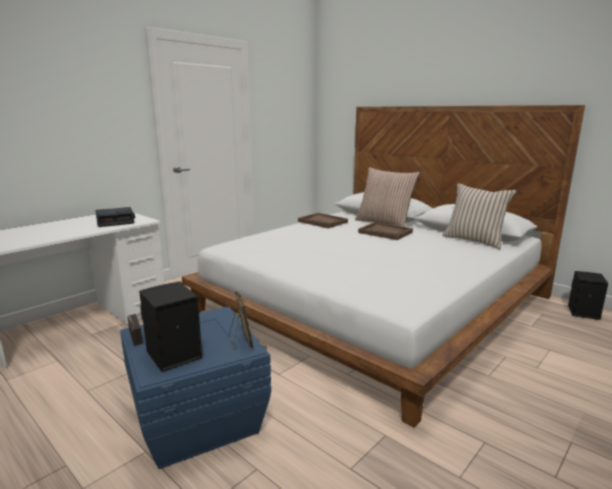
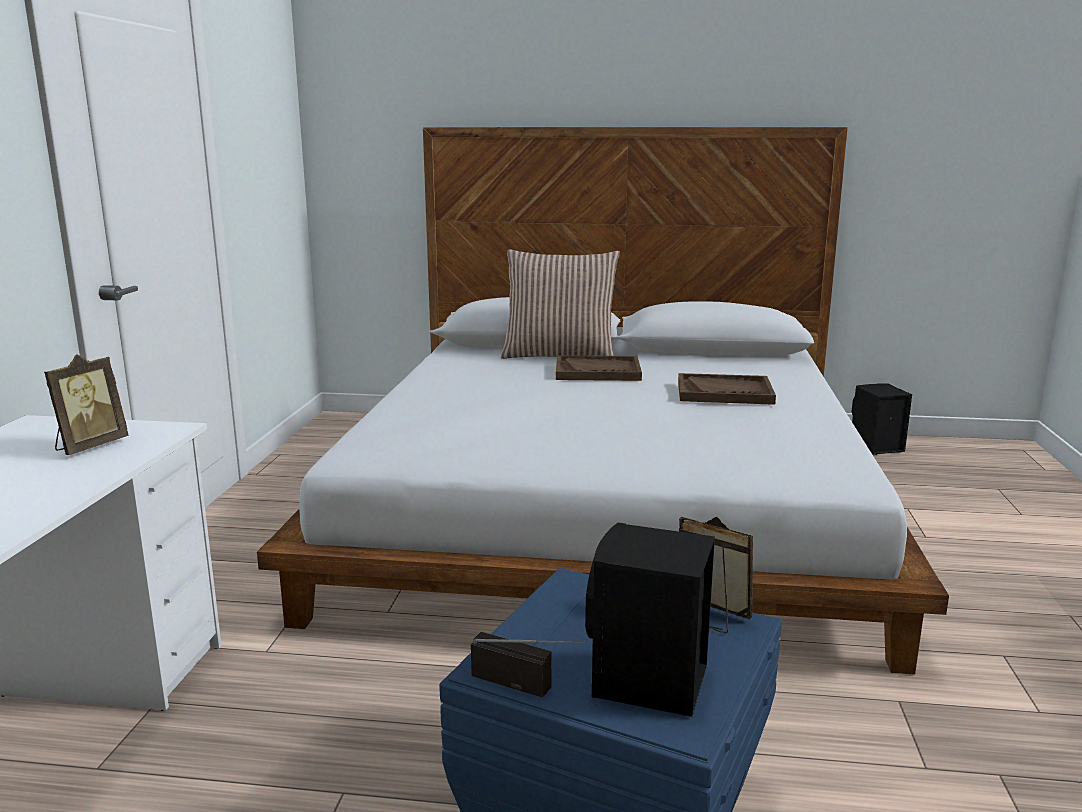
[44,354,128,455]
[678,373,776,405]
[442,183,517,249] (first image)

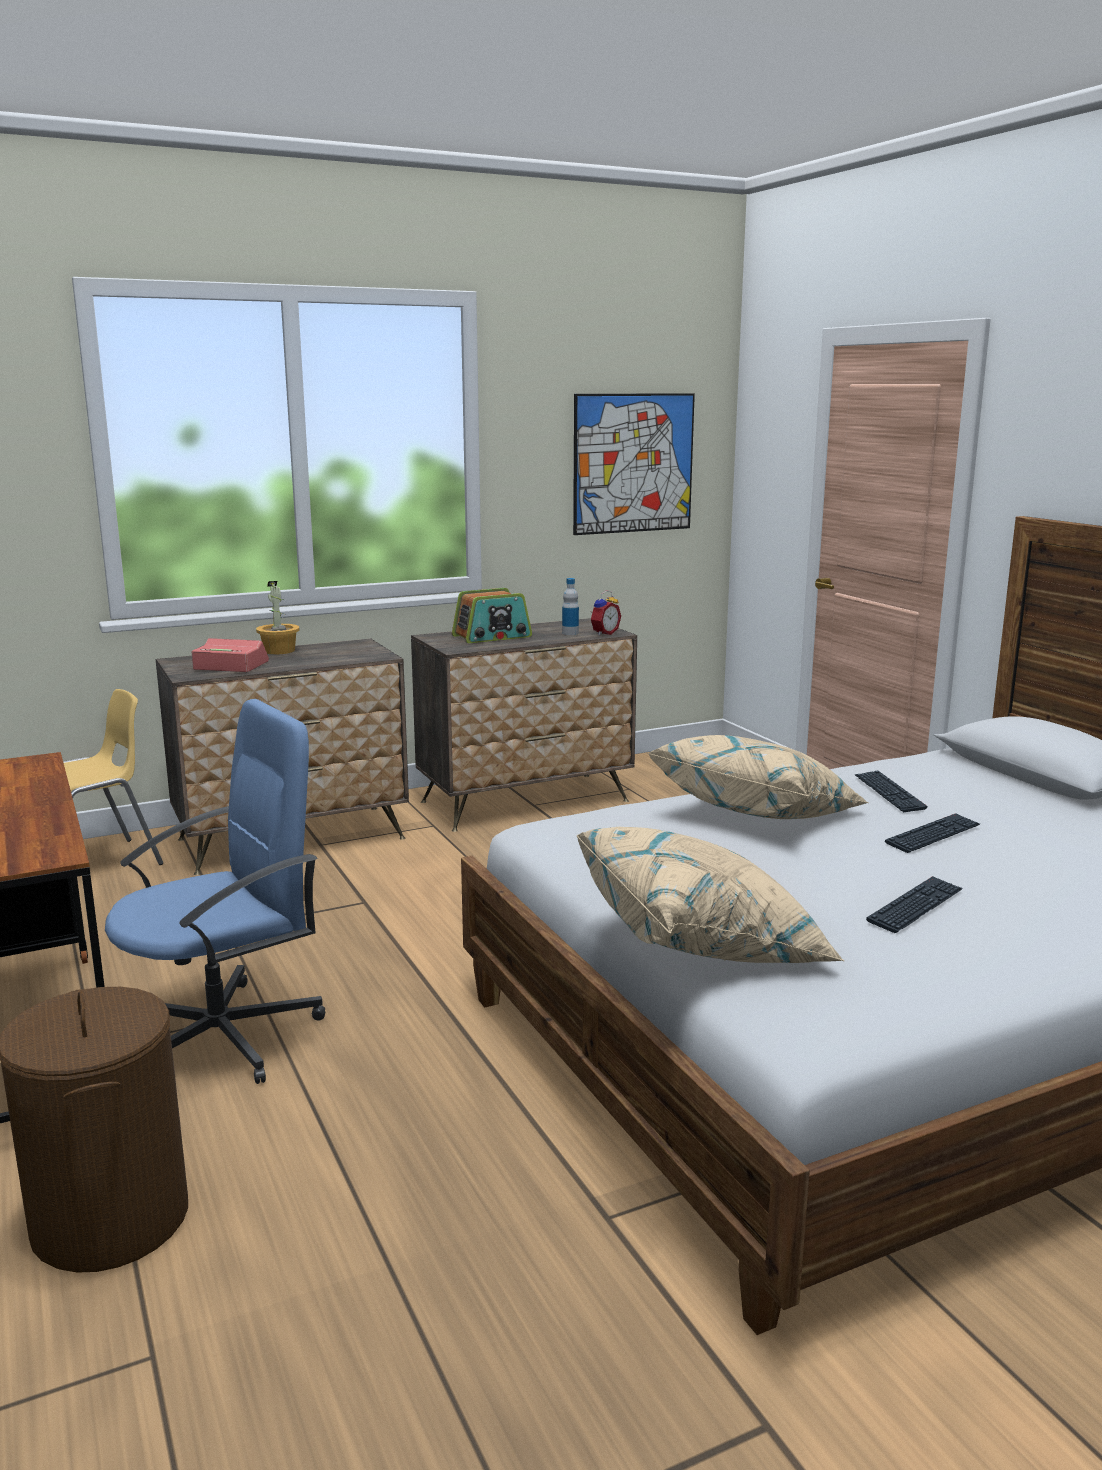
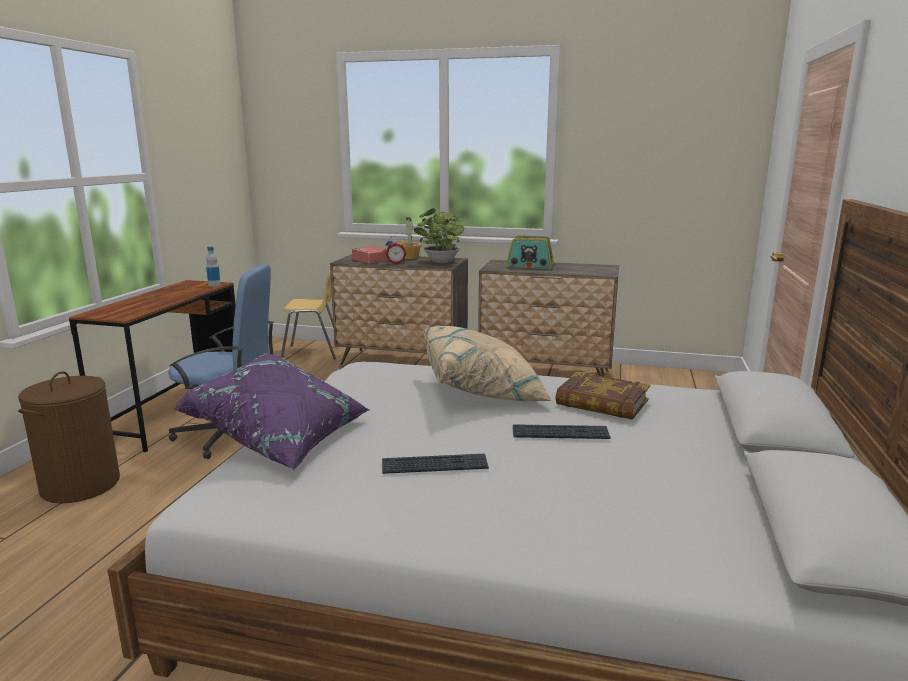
[174,353,369,470]
[206,246,221,287]
[385,236,406,264]
[414,208,464,263]
[555,372,650,420]
[573,393,695,535] (first image)

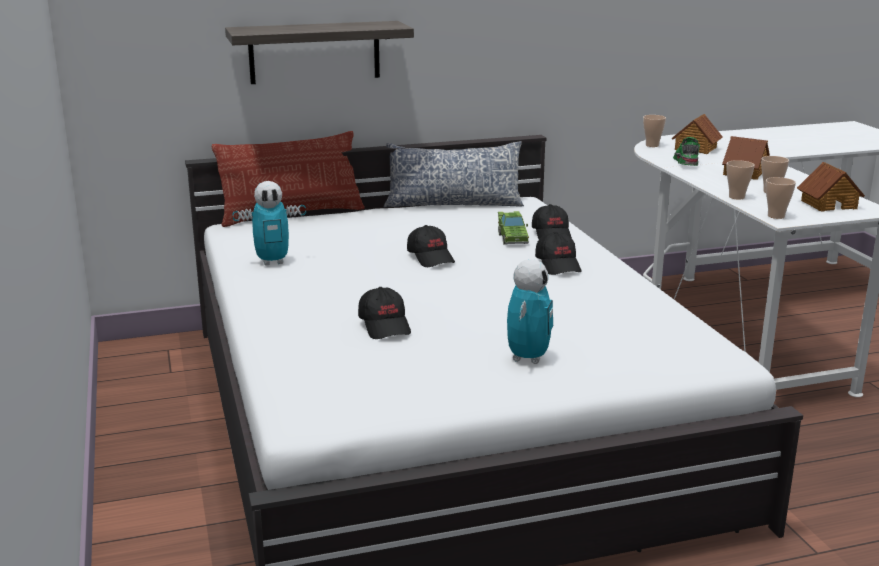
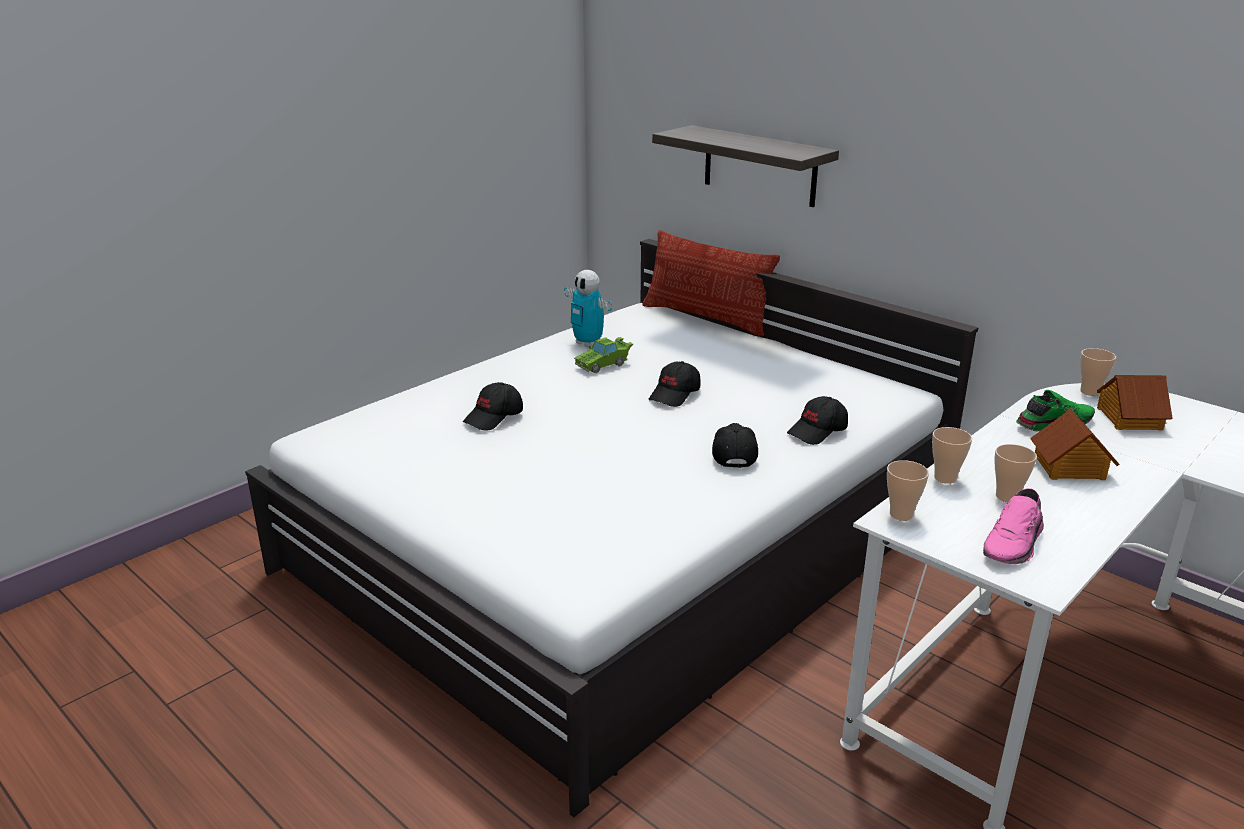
[574,337,633,373]
[712,423,758,468]
[983,488,1044,564]
[384,141,524,208] (first image)
[507,259,553,364] (first image)

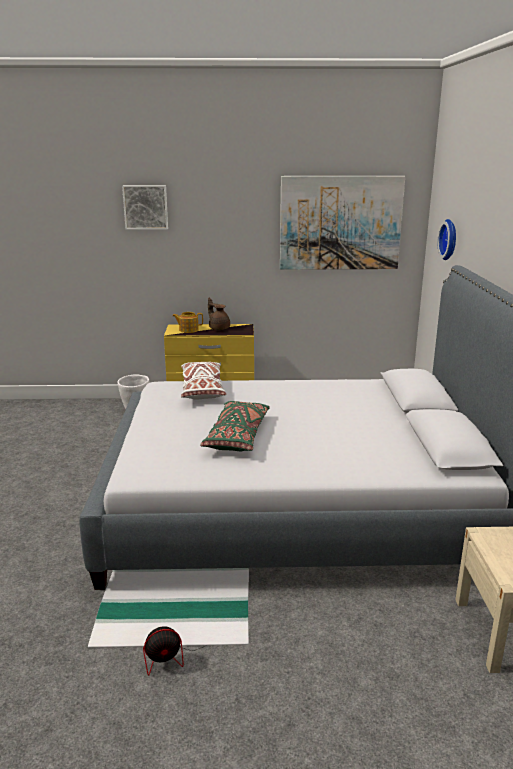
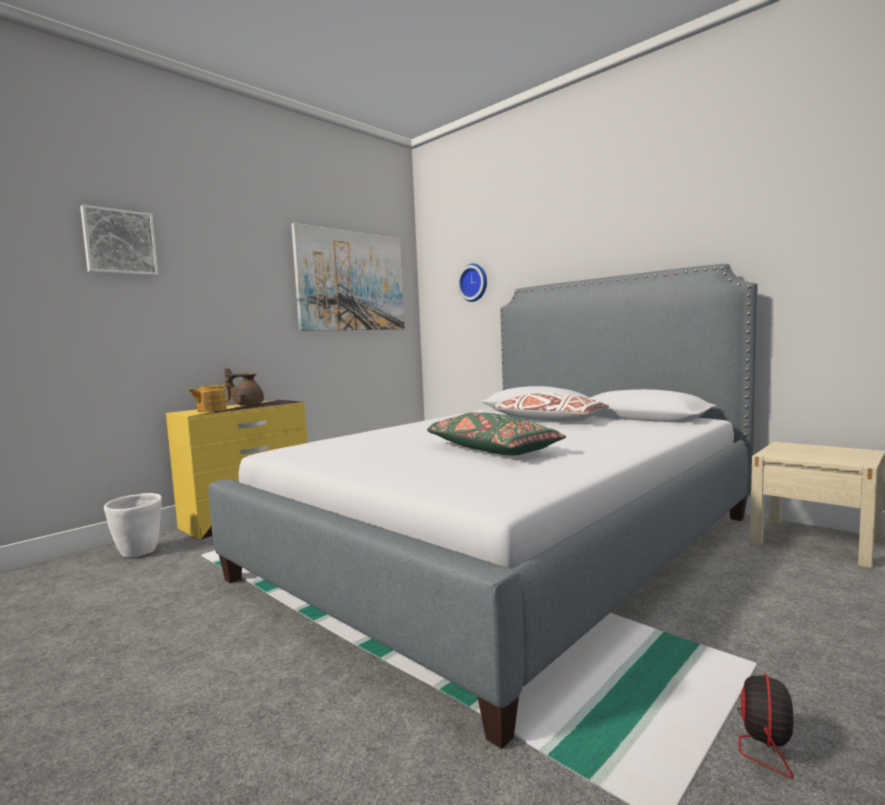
[493,393,609,422]

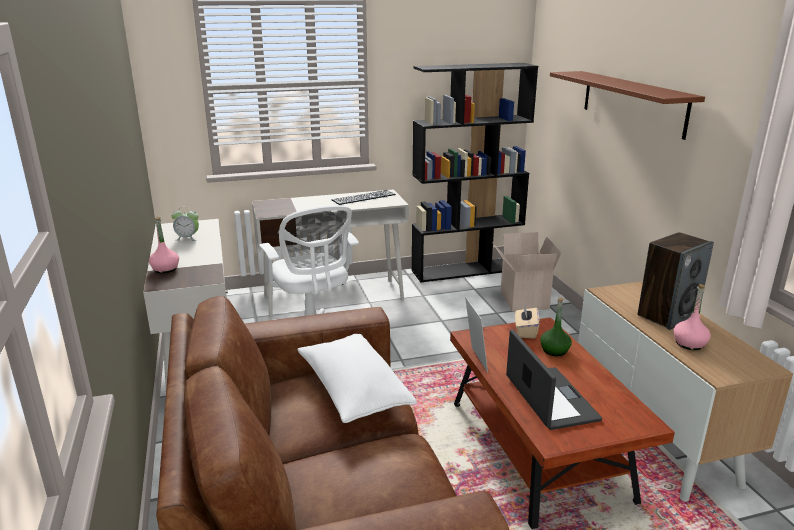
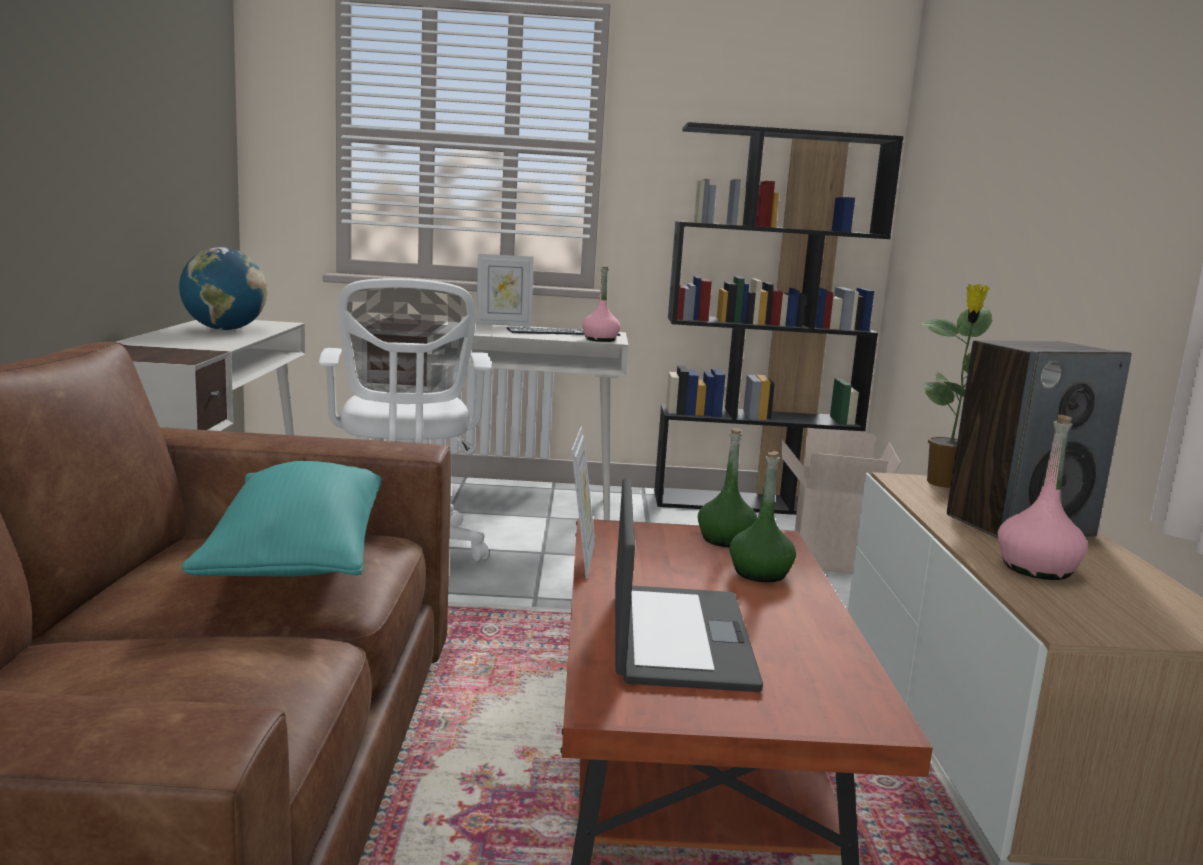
[179,247,268,330]
[181,461,382,577]
[476,254,534,326]
[582,266,620,342]
[698,428,757,547]
[918,284,992,488]
[550,71,705,140] (first image)

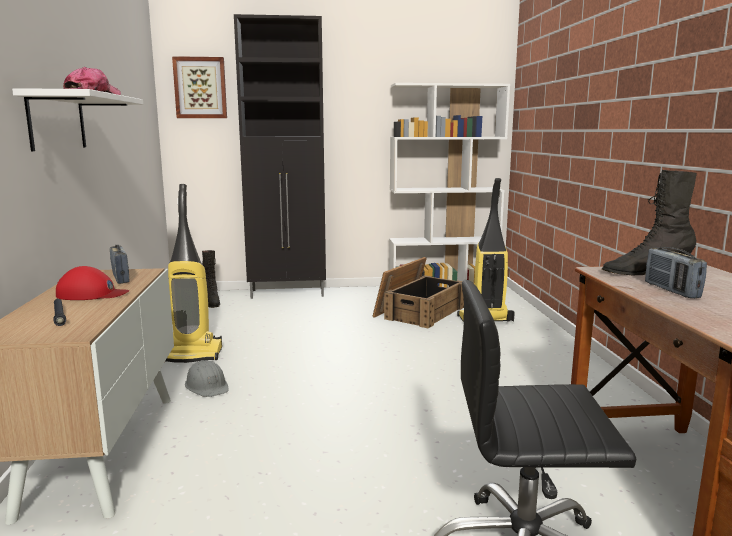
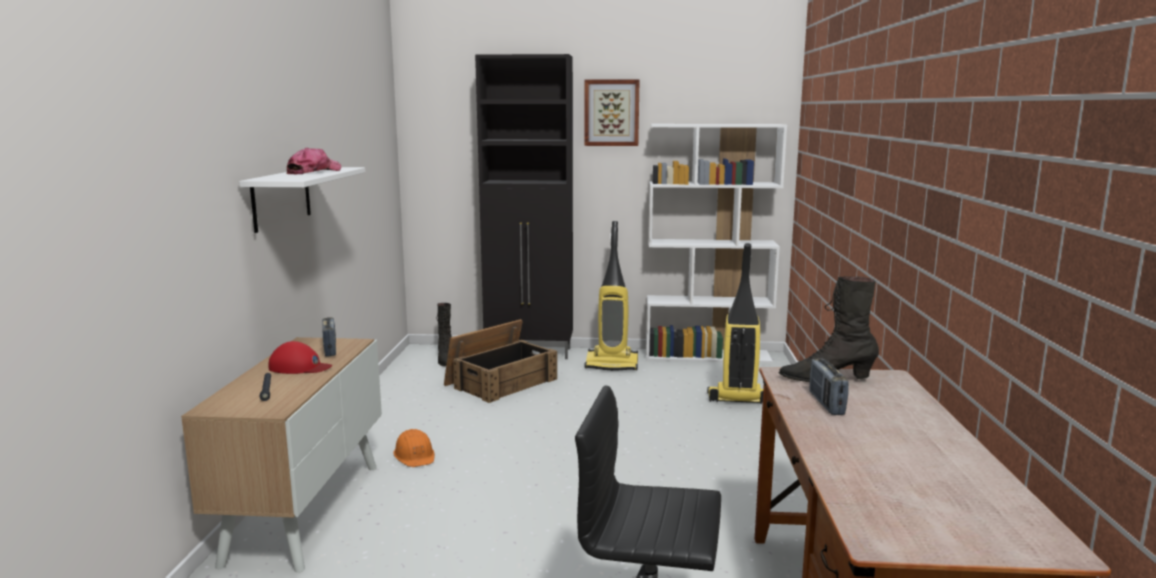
[393,429,435,467]
[444,319,557,403]
[584,79,640,146]
[585,221,638,371]

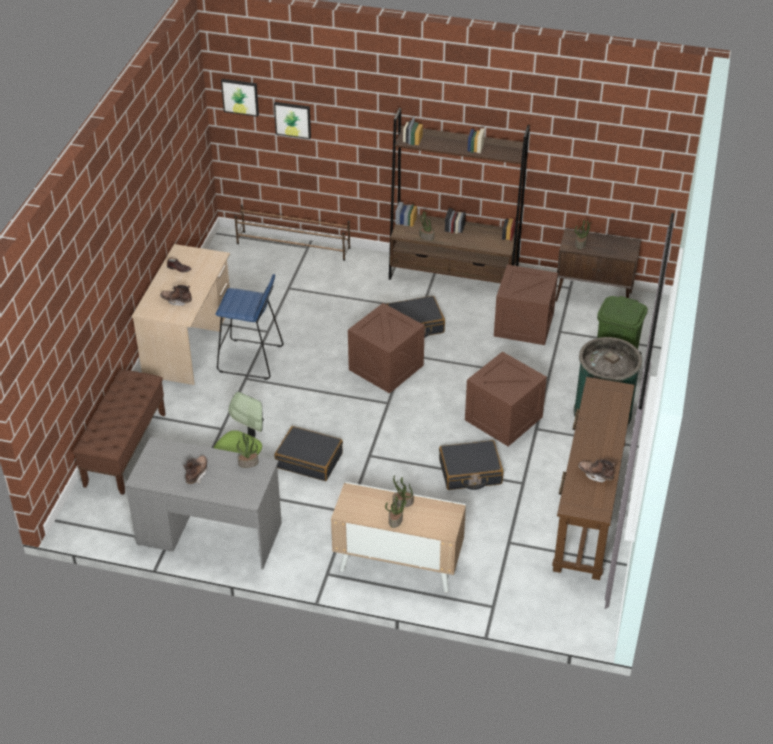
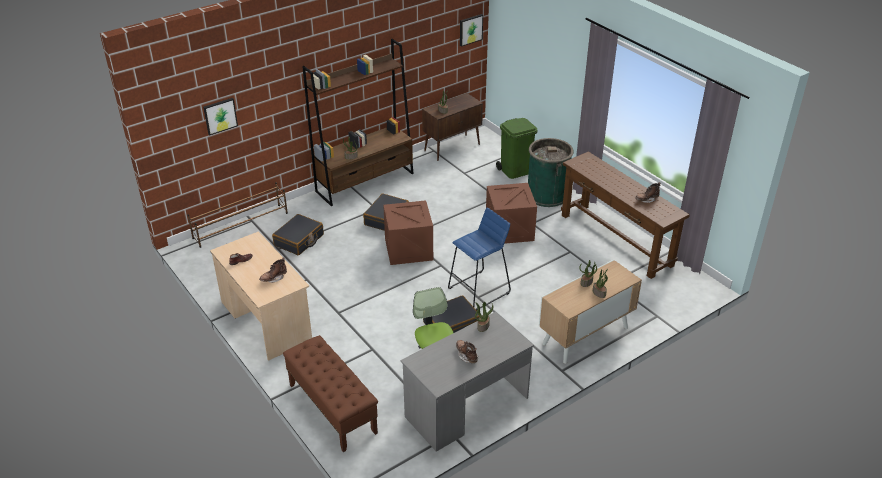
[272,214,324,255]
[448,207,511,311]
[460,14,483,47]
[494,265,558,345] (first image)

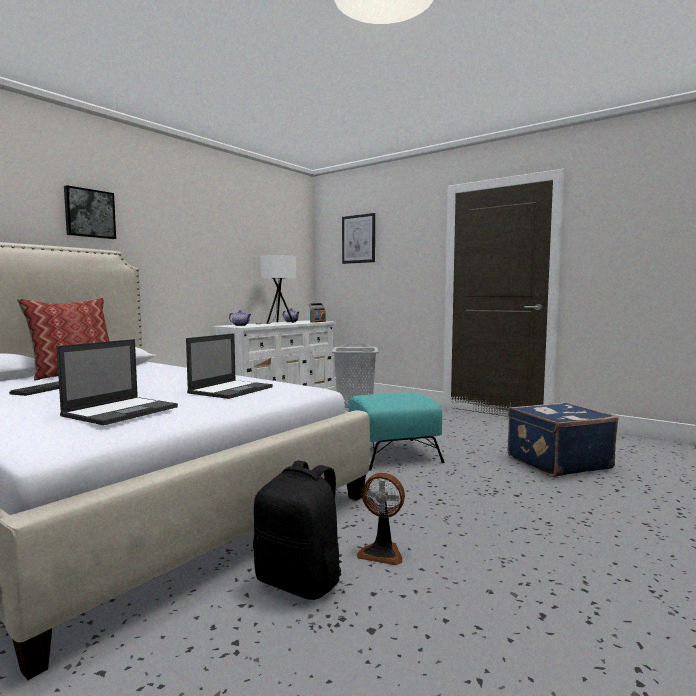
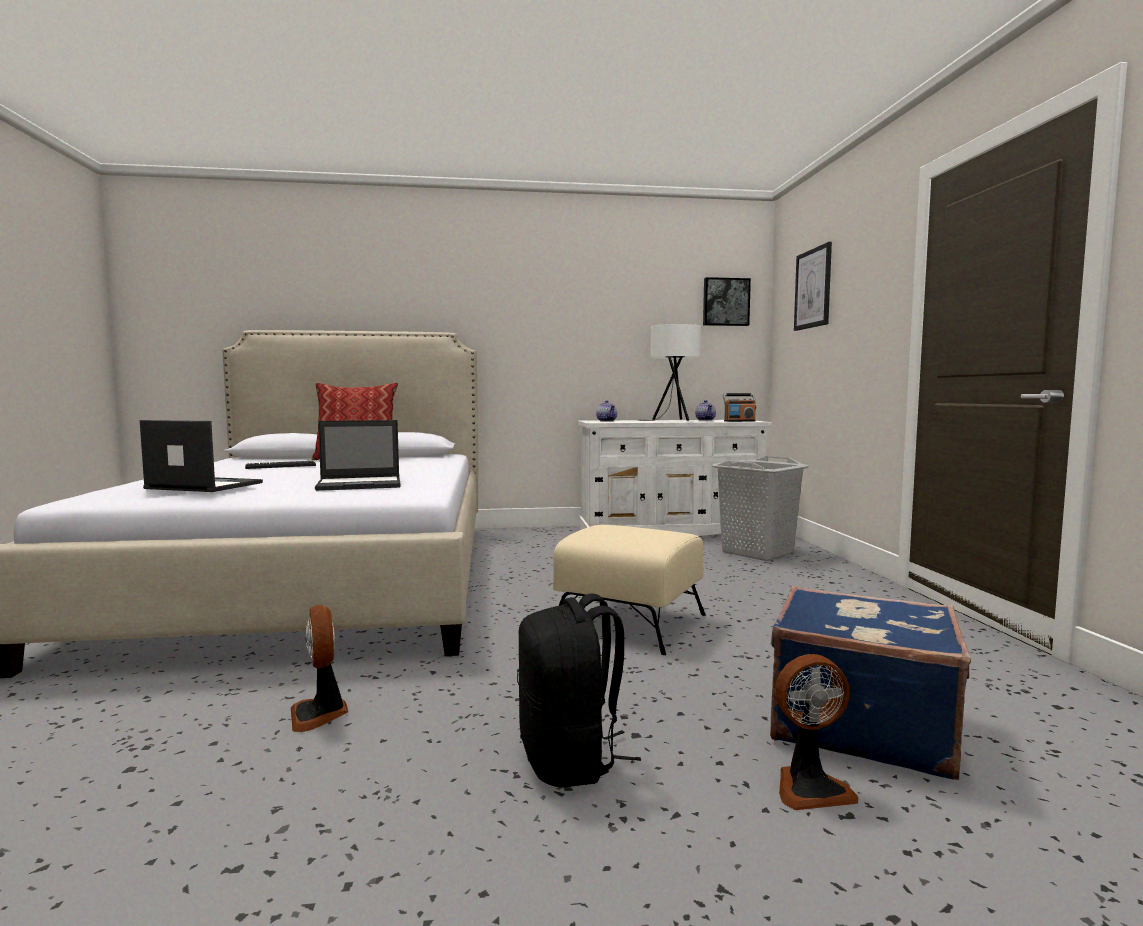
[140,420,263,492]
[517,593,641,788]
[553,525,706,655]
[703,277,751,326]
[775,654,858,810]

